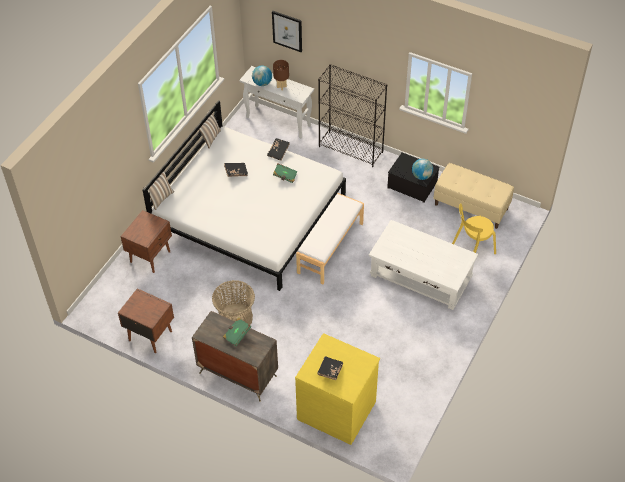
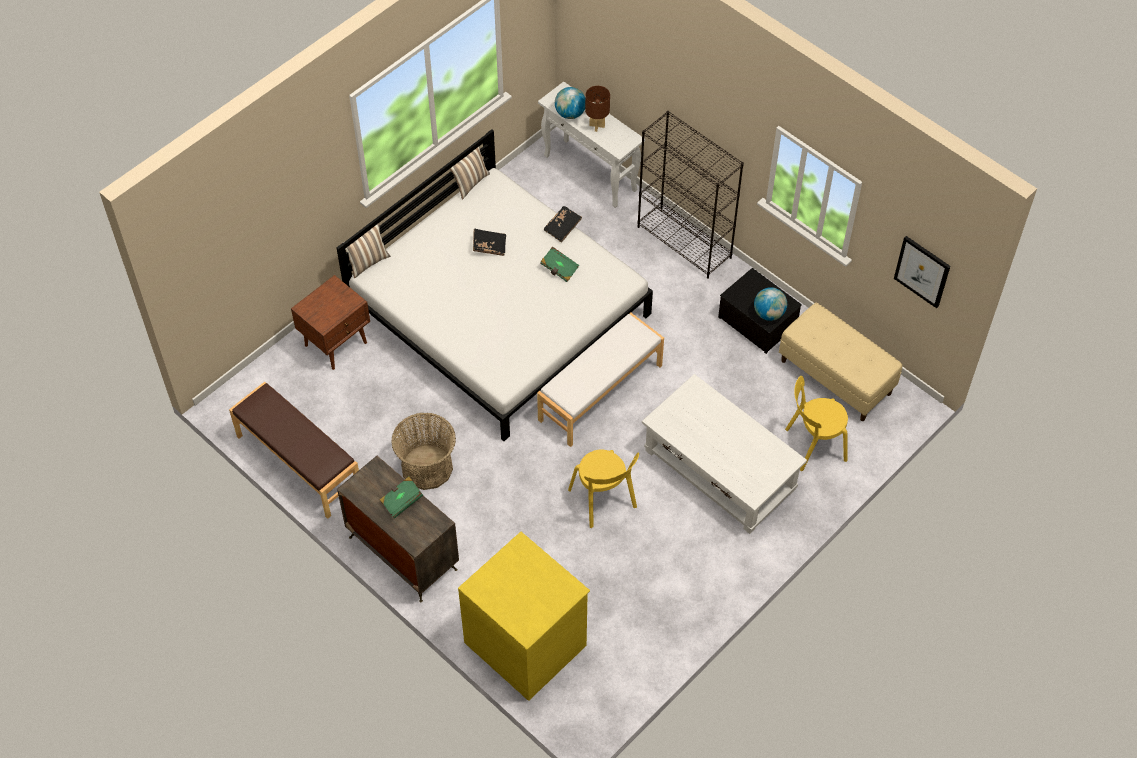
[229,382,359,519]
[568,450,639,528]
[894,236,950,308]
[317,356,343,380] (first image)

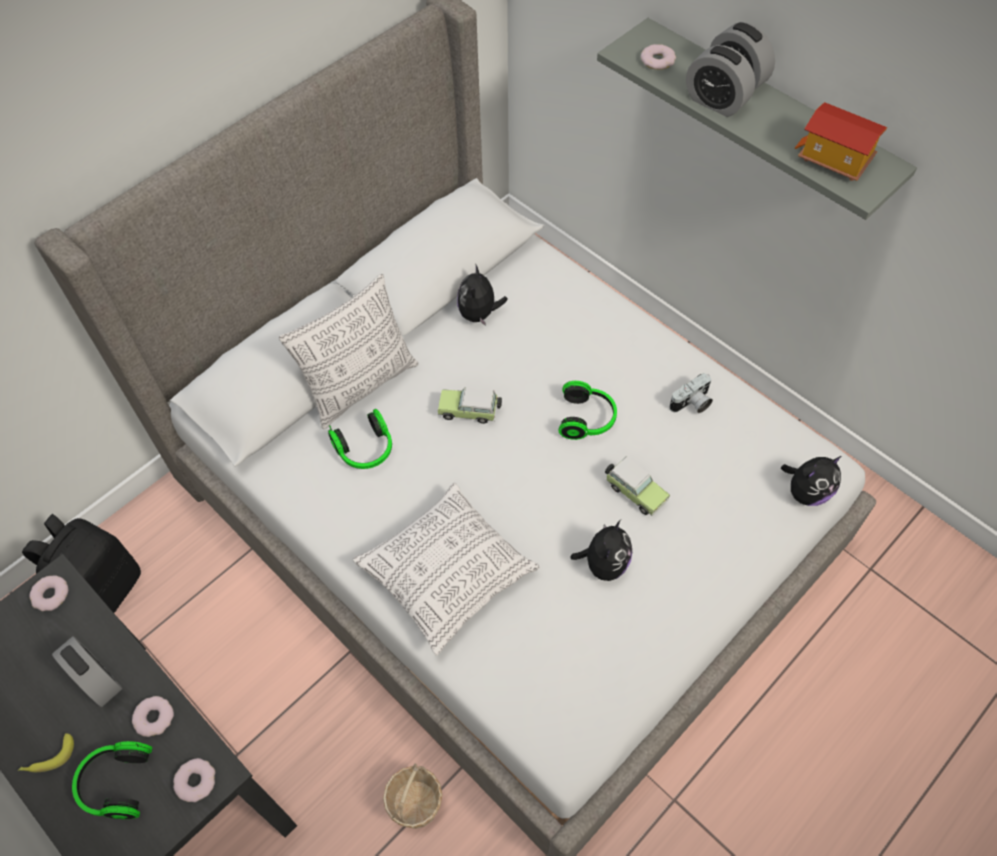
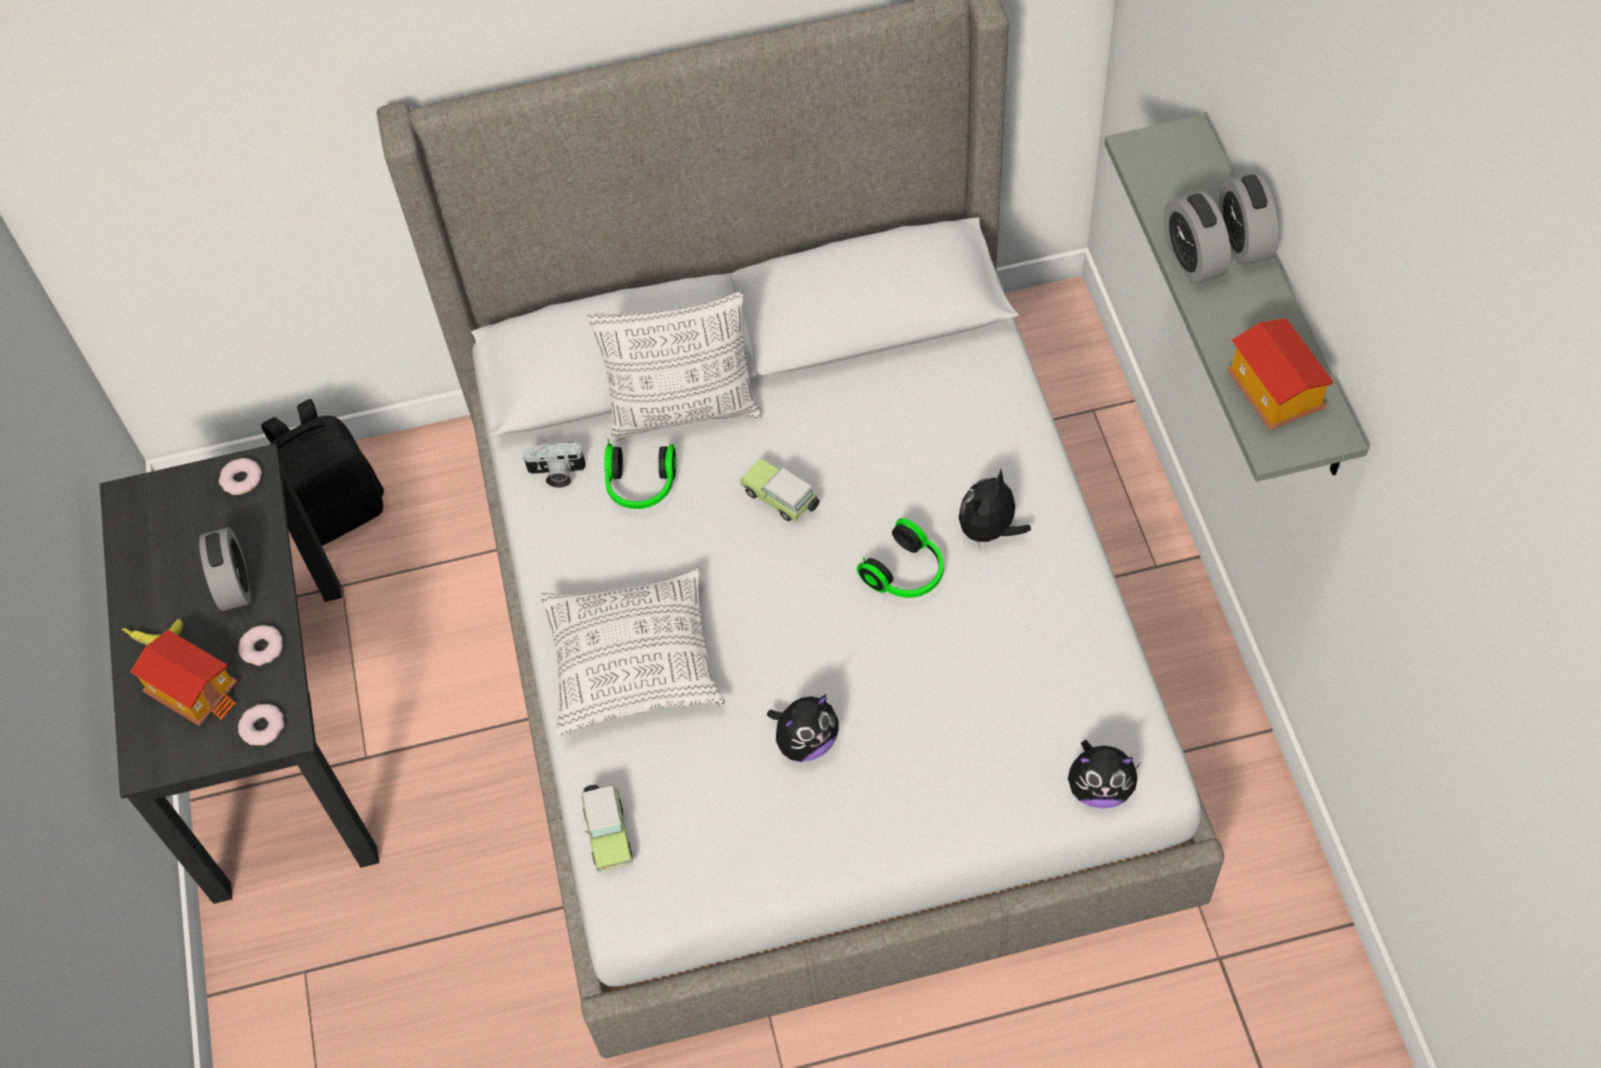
[130,630,237,726]
[522,442,586,488]
[581,785,633,873]
[959,469,1031,550]
[383,763,442,829] (first image)
[641,44,676,70] (first image)

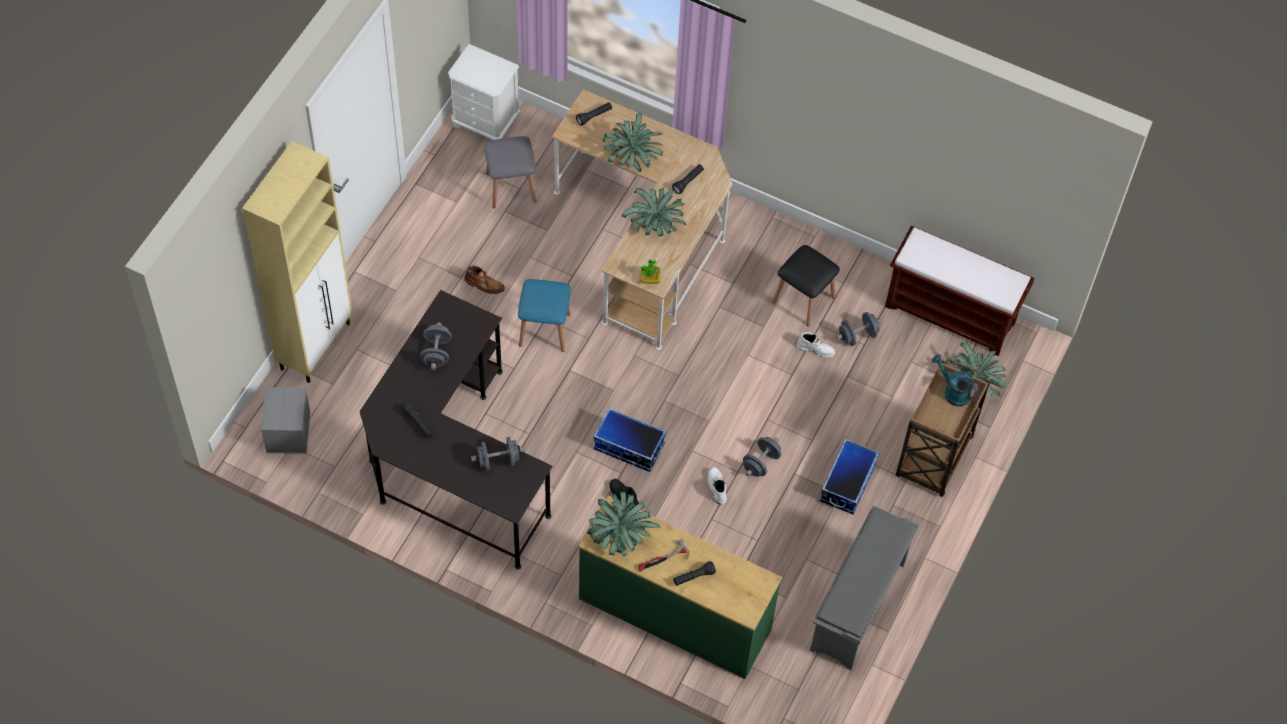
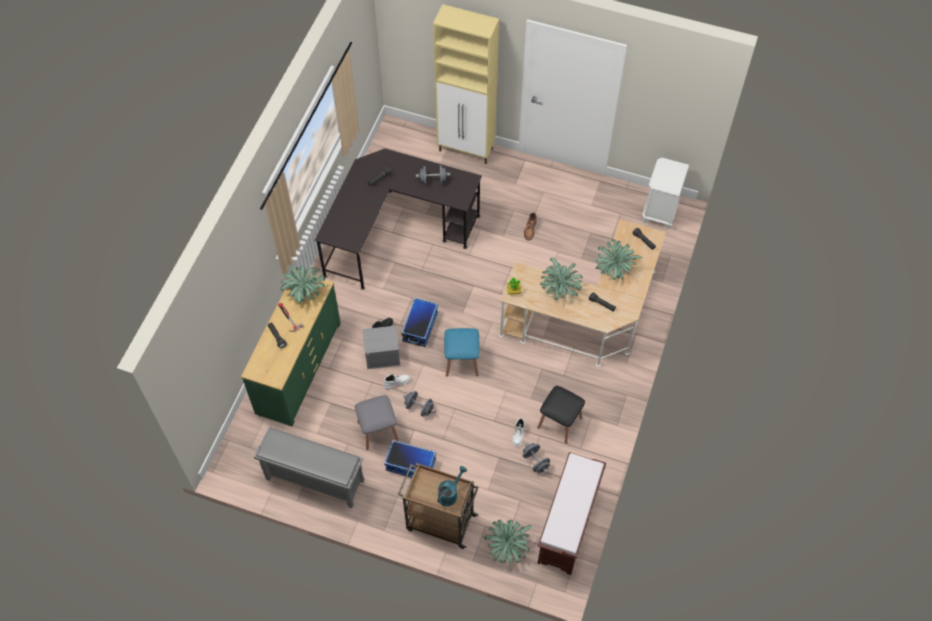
[355,395,399,450]
[362,325,400,369]
[444,328,479,376]
[471,437,525,471] (first image)

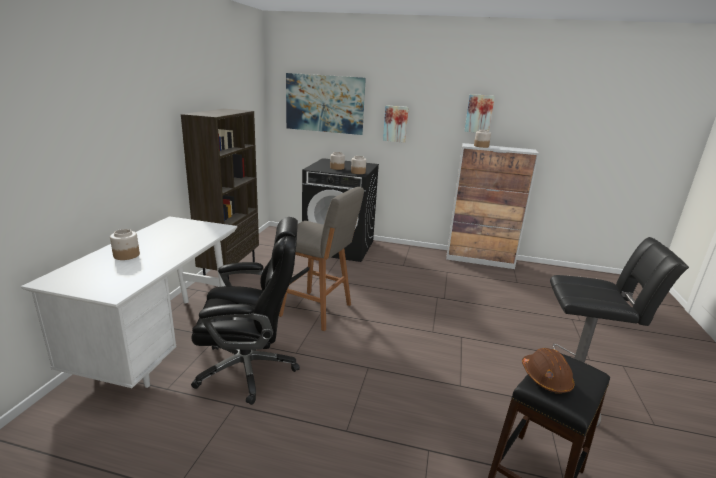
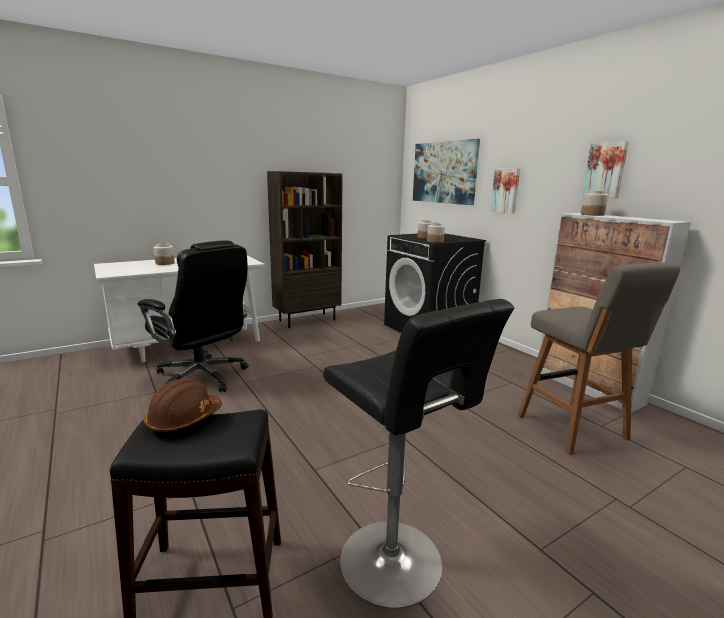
[517,263,680,455]

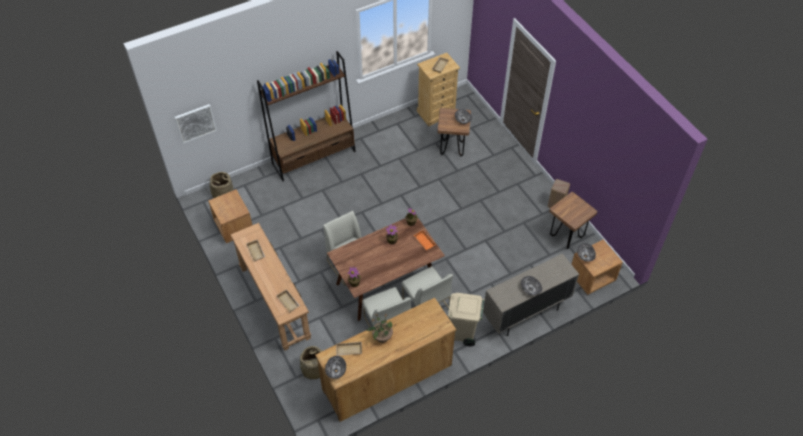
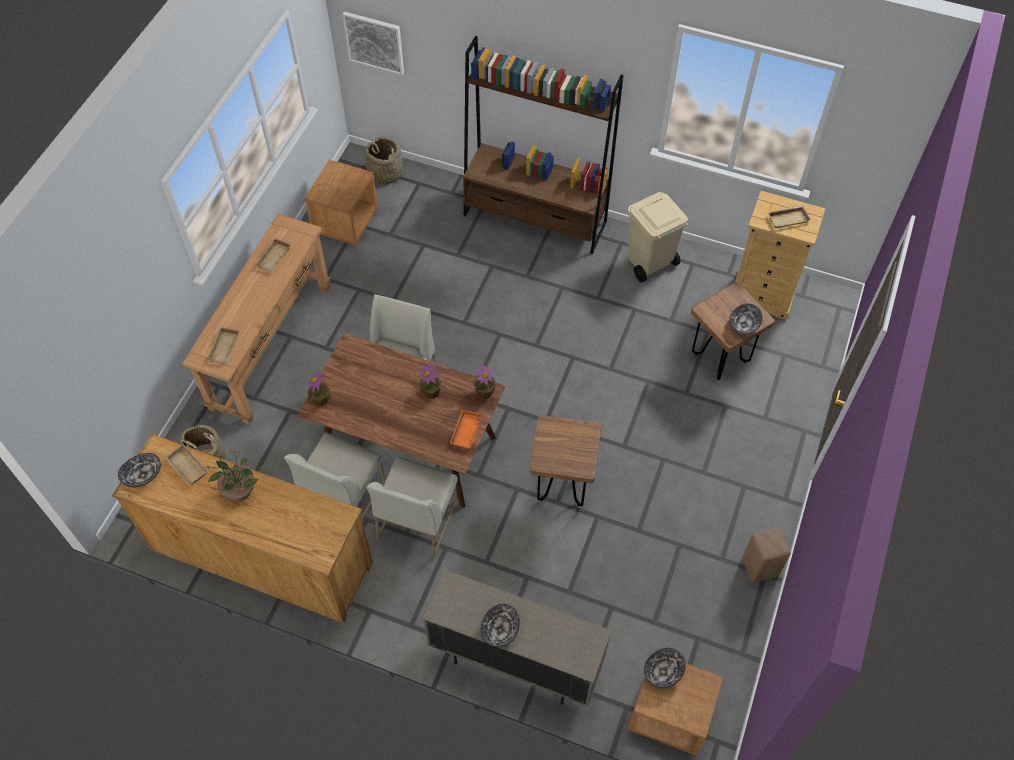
[530,415,602,507]
[628,192,688,282]

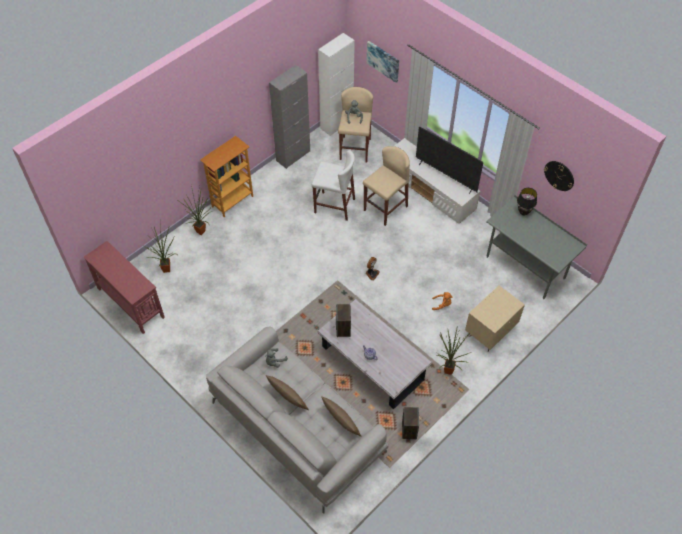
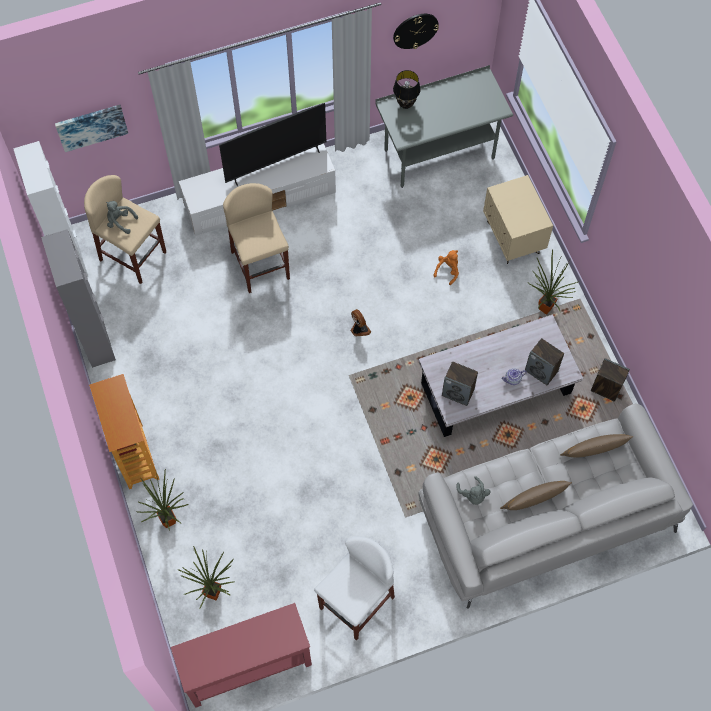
[314,536,395,641]
[525,338,564,386]

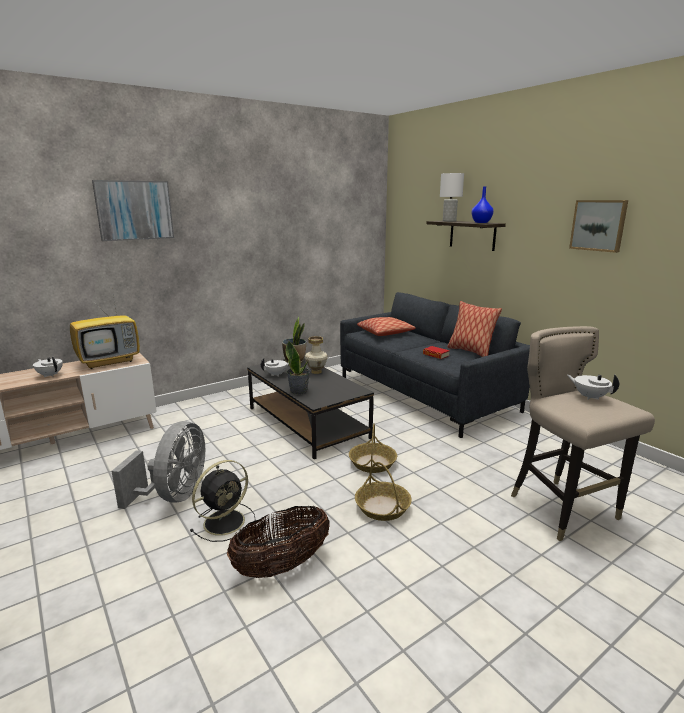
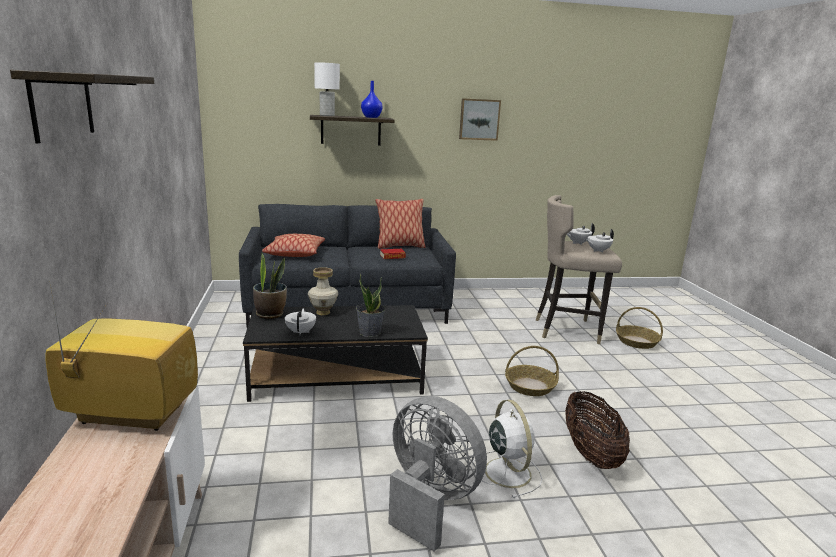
[10,70,154,144]
[46,290,198,431]
[471,400,542,498]
[586,229,614,253]
[616,307,663,349]

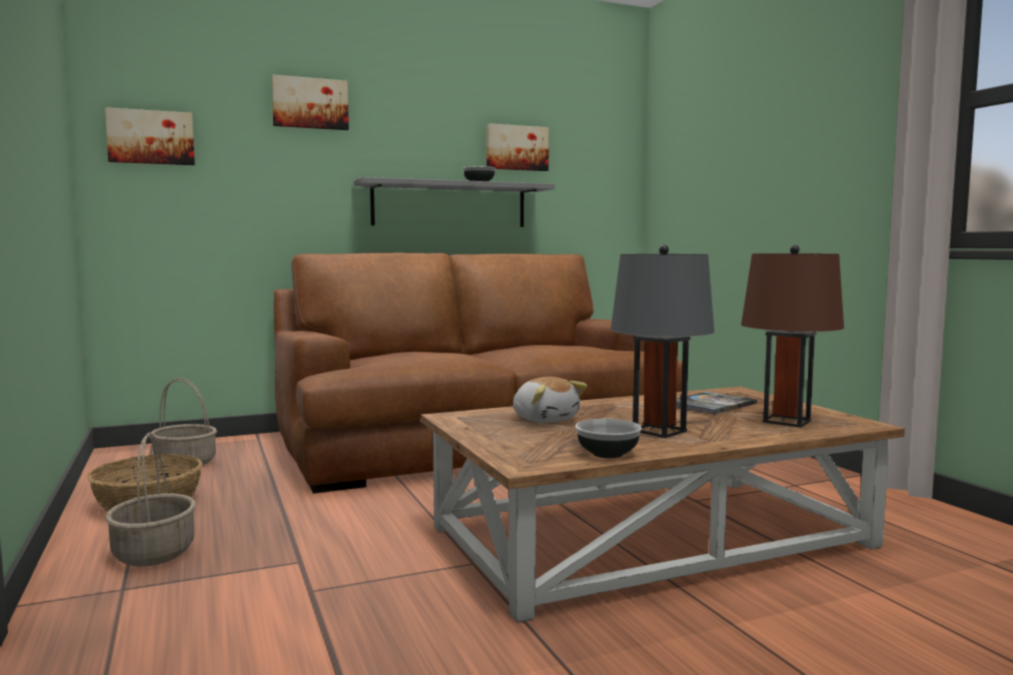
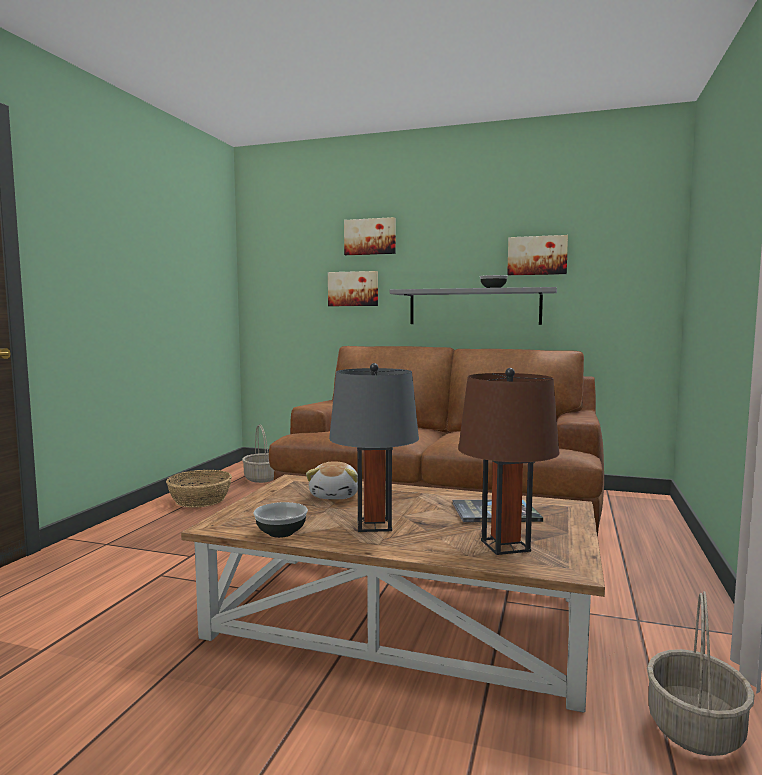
[328,271,378,306]
[647,591,754,756]

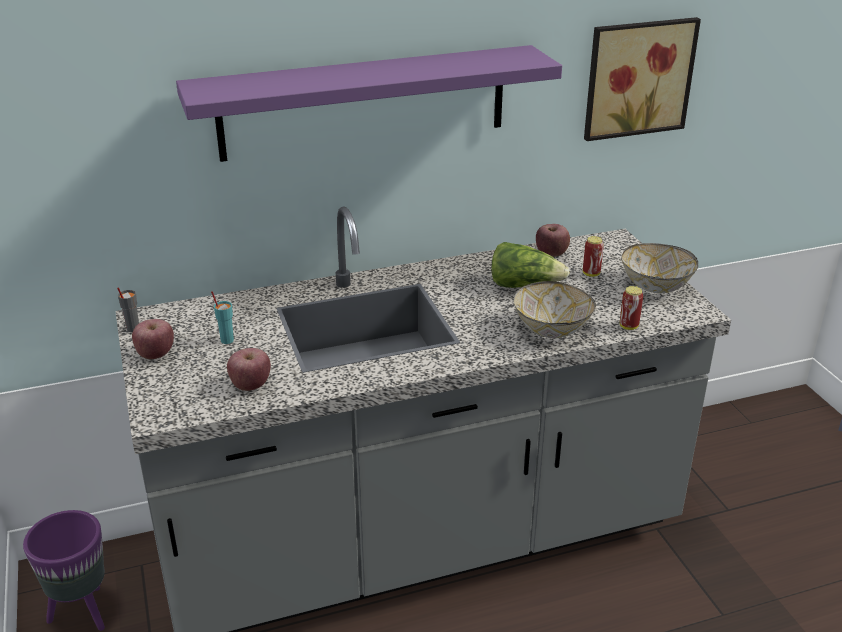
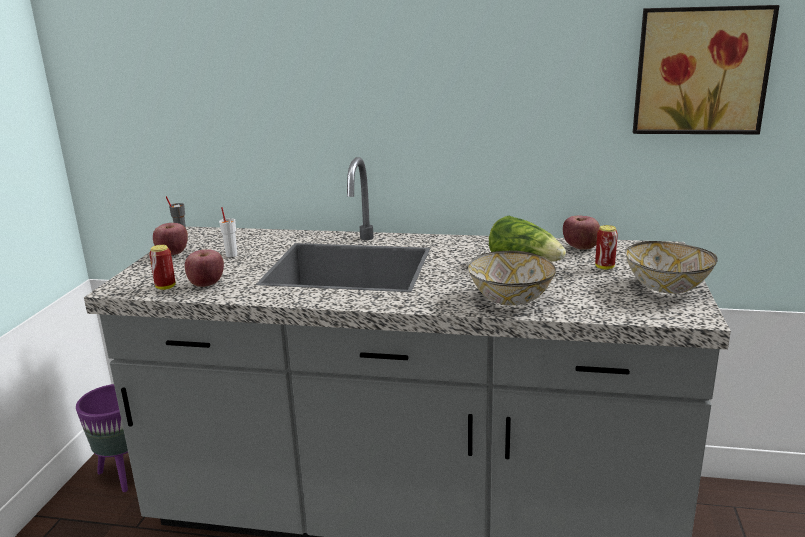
[149,245,175,290]
[219,207,237,257]
[176,45,562,162] (first image)

